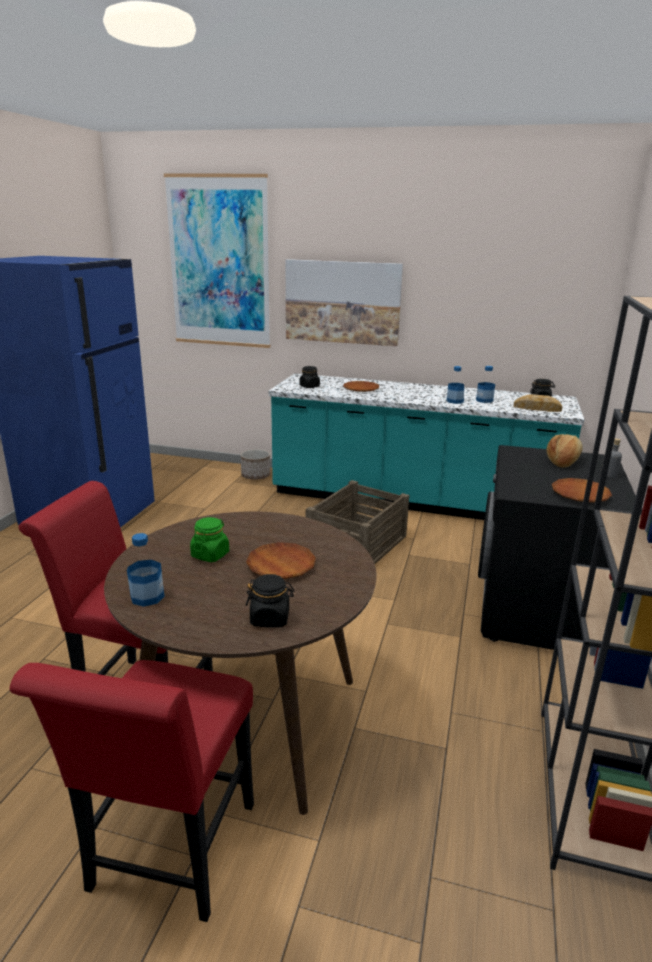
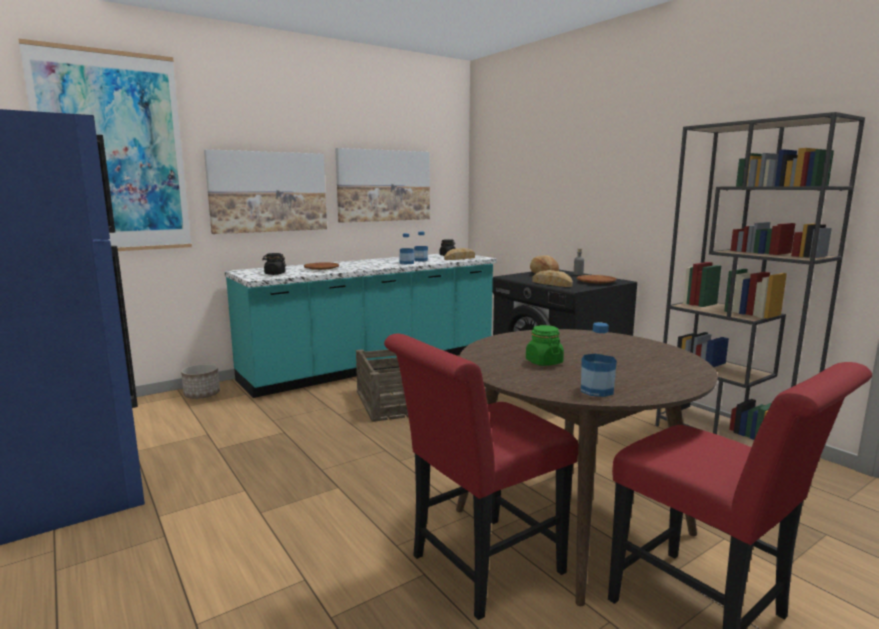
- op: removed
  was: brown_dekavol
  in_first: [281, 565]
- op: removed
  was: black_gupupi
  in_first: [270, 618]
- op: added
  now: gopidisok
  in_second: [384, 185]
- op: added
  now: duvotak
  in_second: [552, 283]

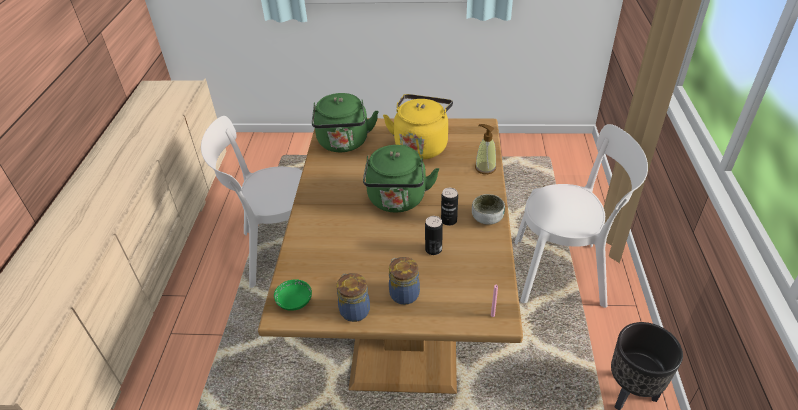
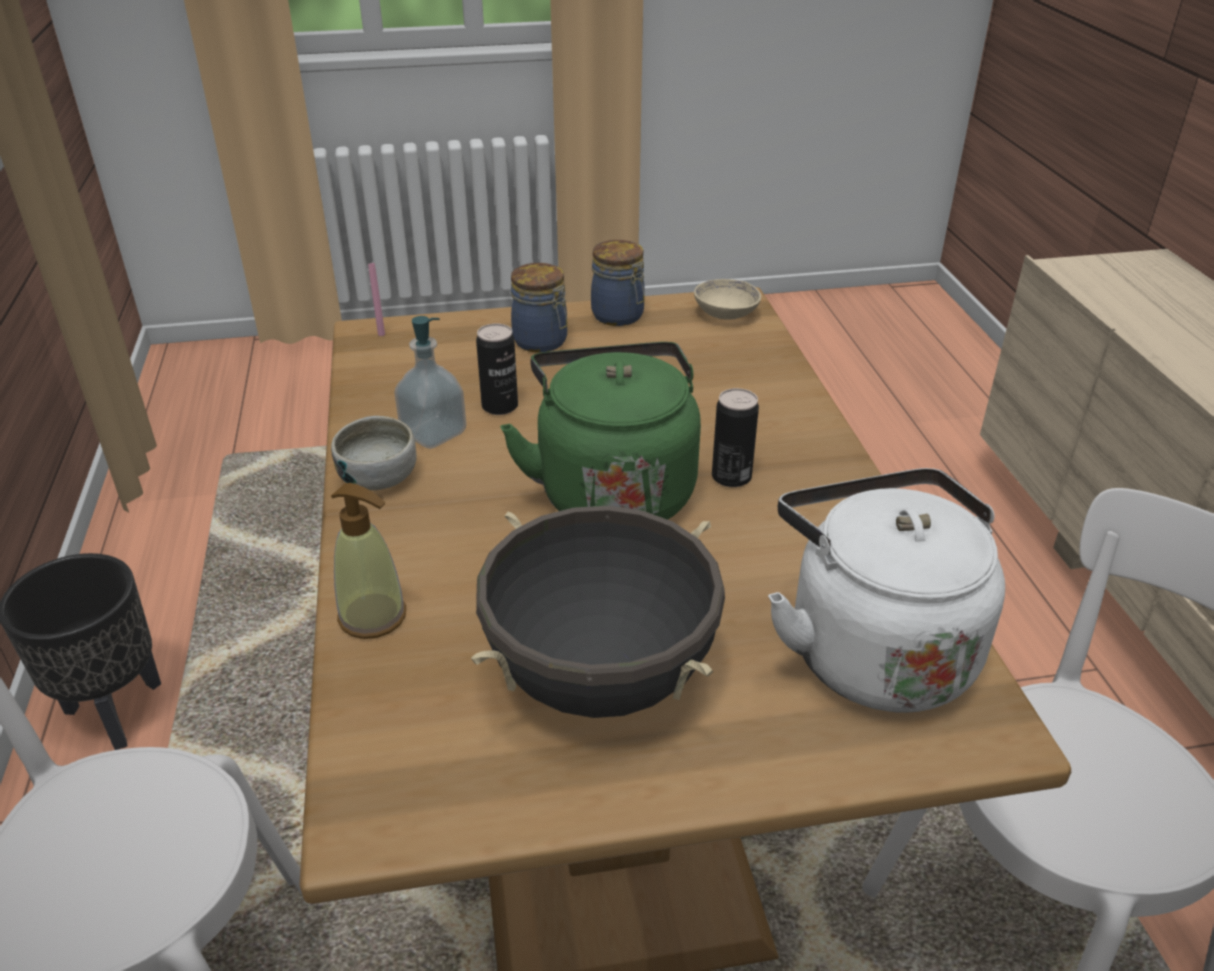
- op: recoloured
  was: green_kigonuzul
  now: beige_kigonuzul
  in_first: [294, 302]
  in_second: [726, 314]
- op: recoloured
  was: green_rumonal
  now: white_rumonal
  in_first: [343, 143]
  in_second: [872, 648]
- op: replaced
  was: yellow_rumonal
  now: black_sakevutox
  in_first: [421, 145]
  in_second: [599, 678]
- op: moved
  was: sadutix
  in_first: [449, 220]
  in_second: [731, 477]
- op: added
  now: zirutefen
  in_second: [433, 433]

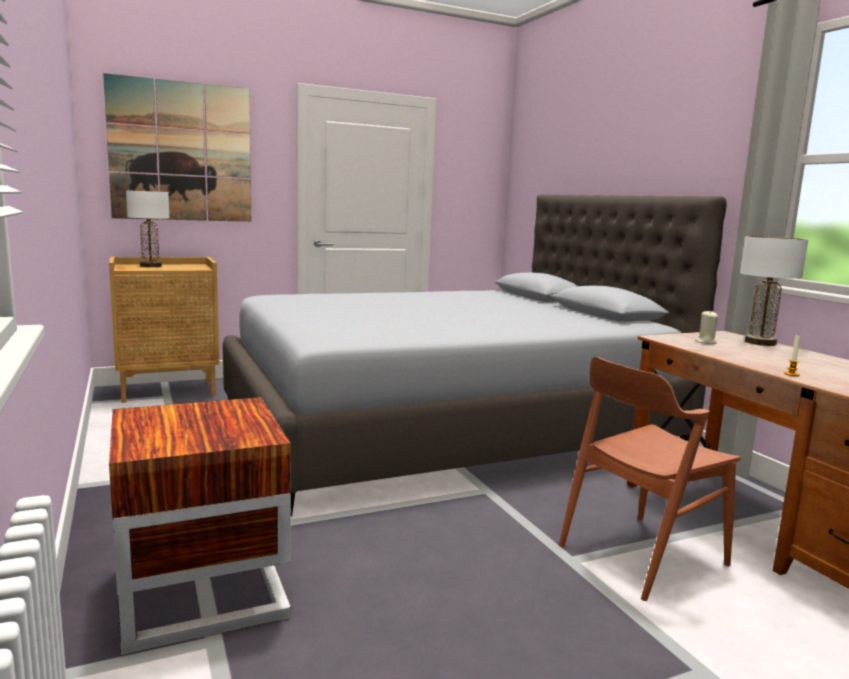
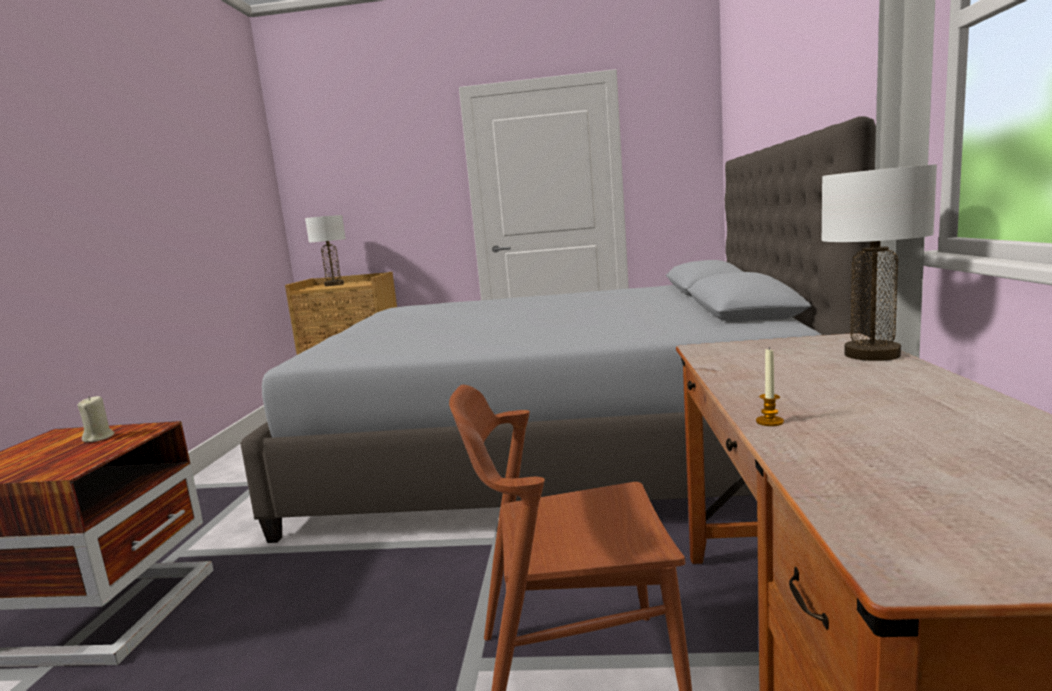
- op: removed
  was: gopidisok
  in_first: [181, 152]
- op: moved
  was: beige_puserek
  in_first: [705, 342]
  in_second: [99, 438]

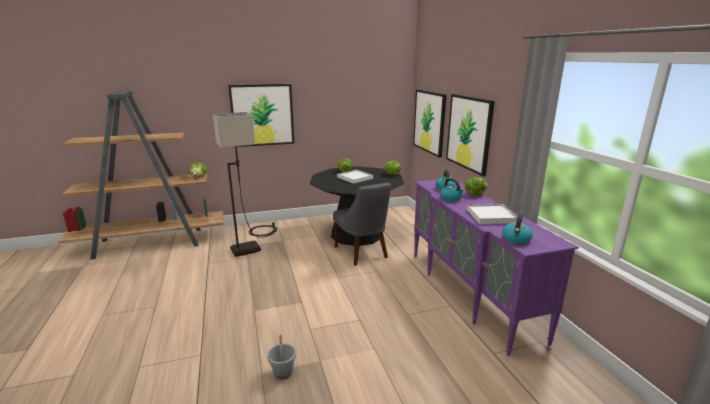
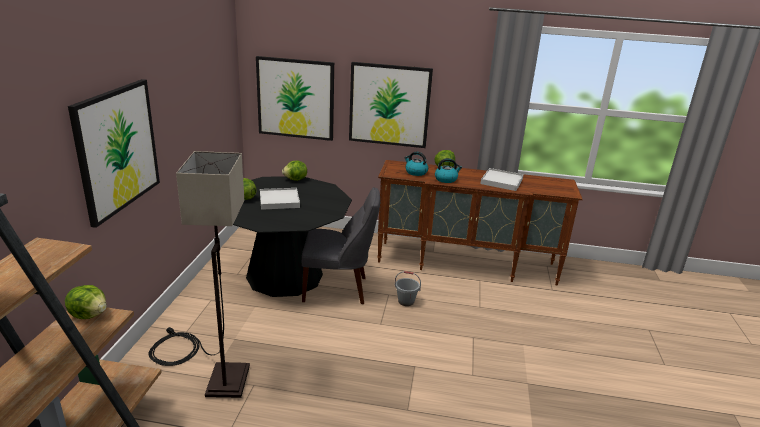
- op: moved
  was: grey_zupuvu
  in_first: [283, 372]
  in_second: [406, 301]
- op: recoloured
  was: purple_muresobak
  now: brown_muresobak
  in_first: [469, 293]
  in_second: [466, 263]
- op: removed
  was: rumonal
  in_first: [516, 239]

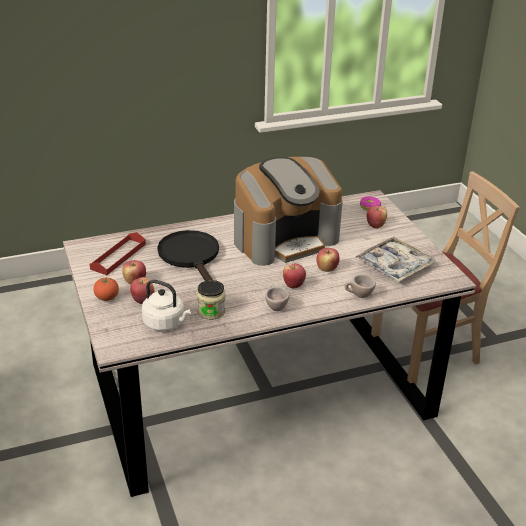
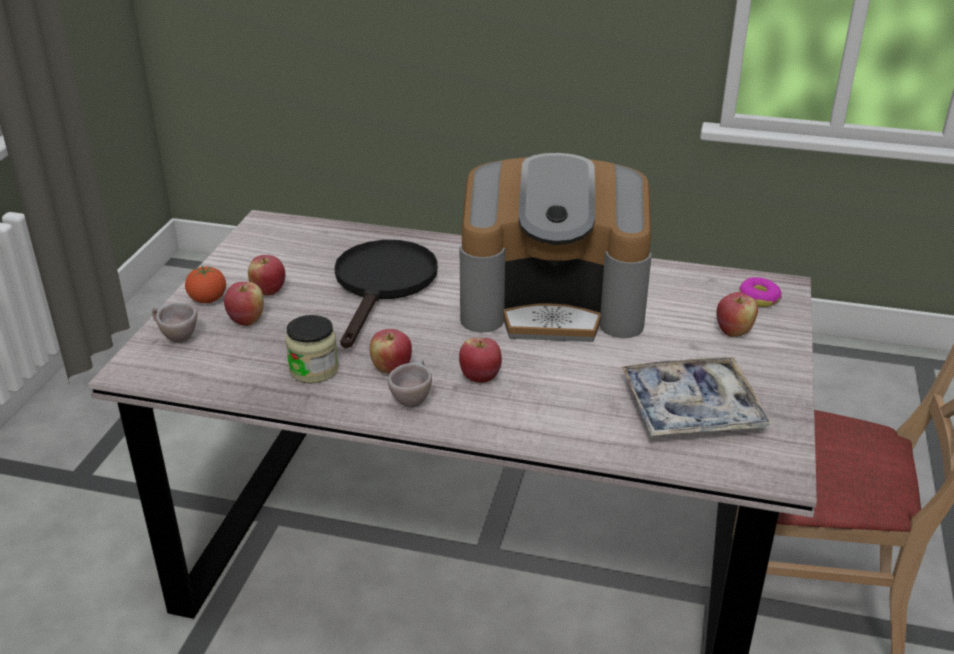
- op: removed
  was: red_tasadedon
  in_first: [118, 256]
- op: removed
  was: white_rumonal
  in_first: [166, 323]
- op: moved
  was: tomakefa
  in_first: [327, 269]
  in_second: [391, 369]
- op: moved
  was: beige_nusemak
  in_first: [358, 296]
  in_second: [175, 338]

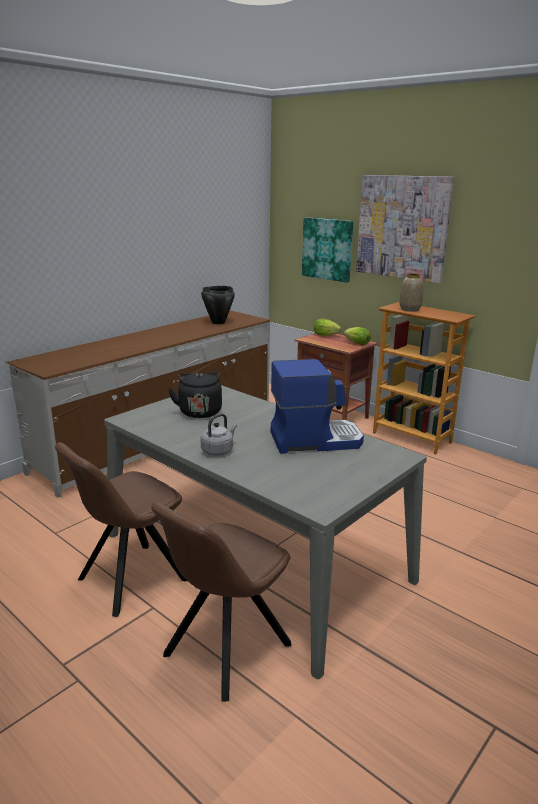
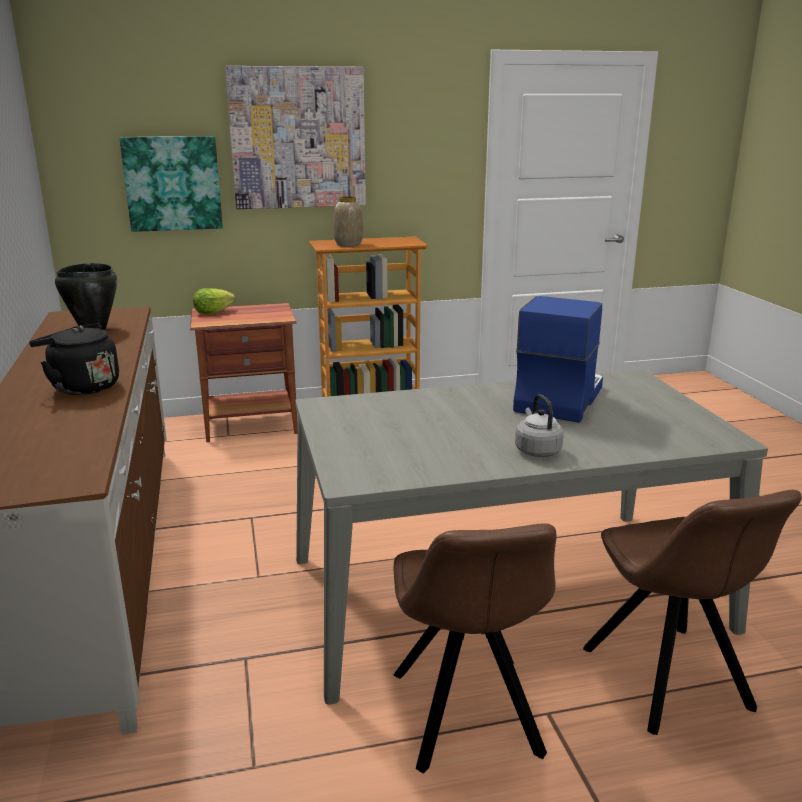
- op: moved
  was: black_rumonal
  in_first: [199, 411]
  in_second: [82, 387]
- op: removed
  was: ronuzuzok
  in_first: [357, 344]

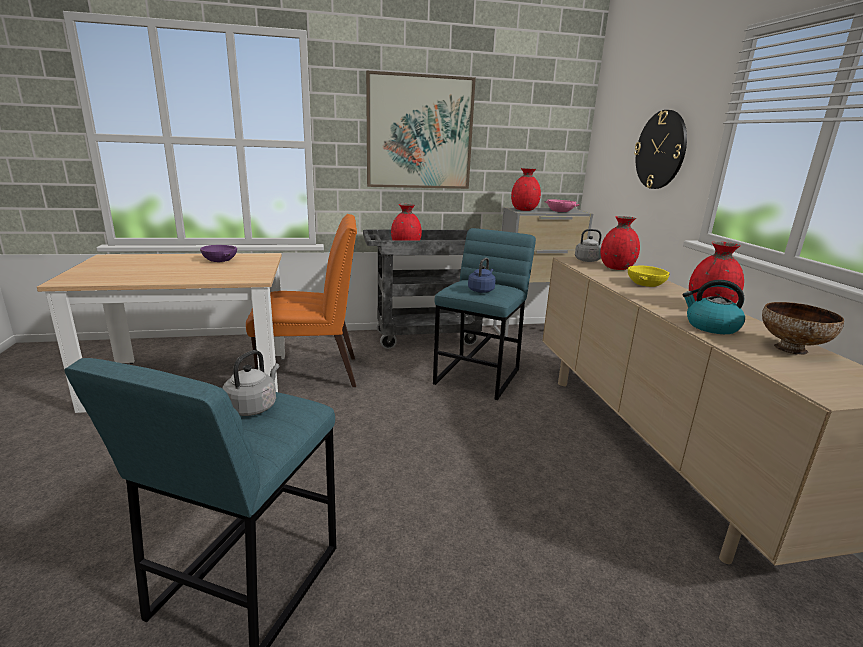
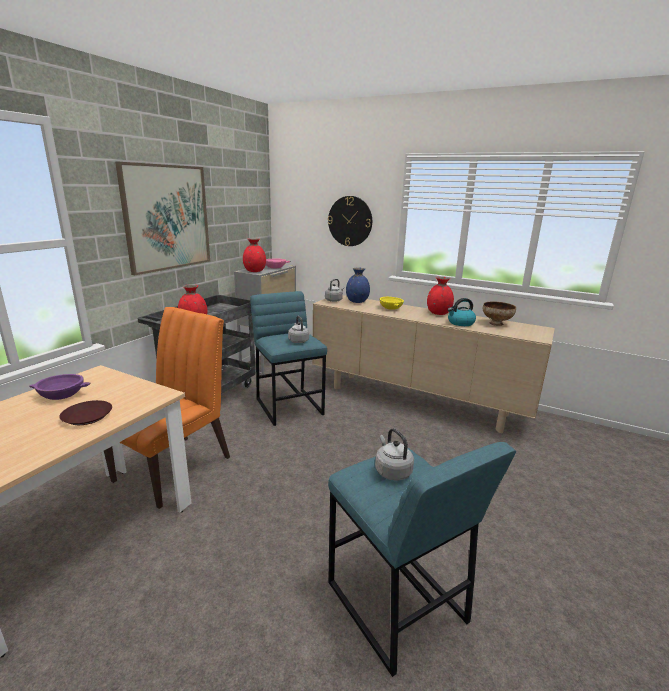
- op: recoloured
  was: blue_rumonal
  now: grey_rumonal
  in_first: [481, 290]
  in_second: [298, 340]
- op: recoloured
  was: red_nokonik
  now: blue_nokonik
  in_first: [616, 268]
  in_second: [357, 301]
- op: added
  now: brown_dekavol
  in_second: [88, 416]

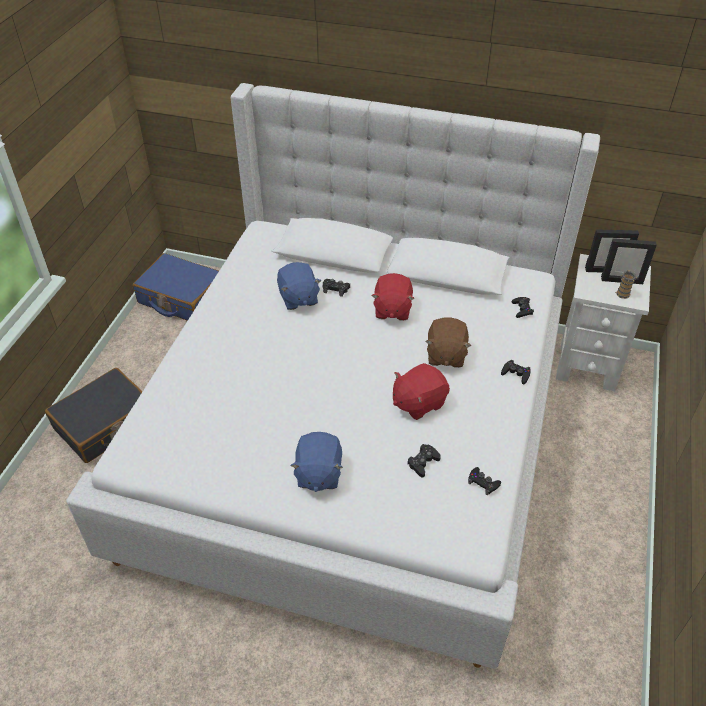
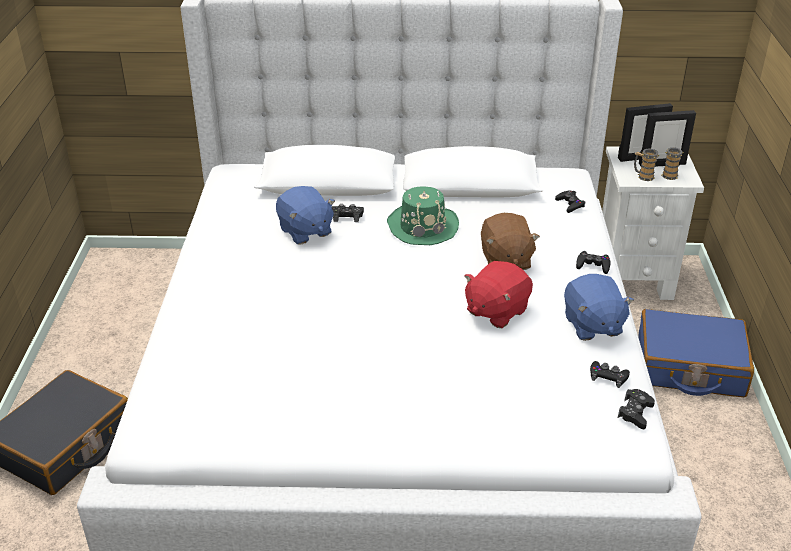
- op: moved
  was: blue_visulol
  in_first: [181, 297]
  in_second: [689, 367]
- op: moved
  was: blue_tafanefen
  in_first: [318, 473]
  in_second: [592, 325]
- op: replaced
  was: red_tafanefen
  now: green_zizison
  in_first: [392, 309]
  in_second: [422, 226]
- op: moved
  was: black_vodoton
  in_first: [423, 462]
  in_second: [635, 413]
- op: added
  now: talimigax
  in_second: [643, 176]

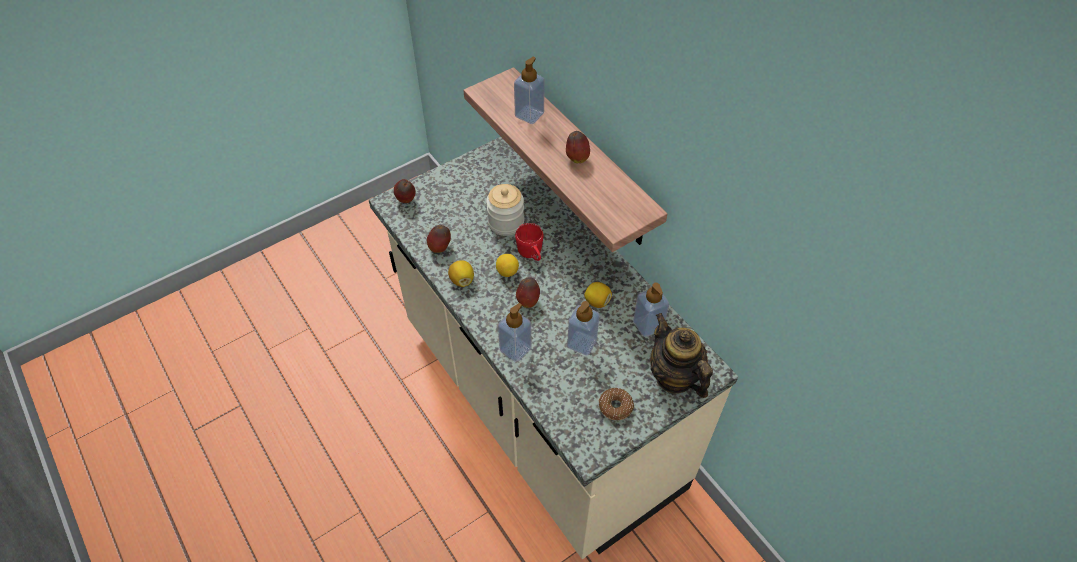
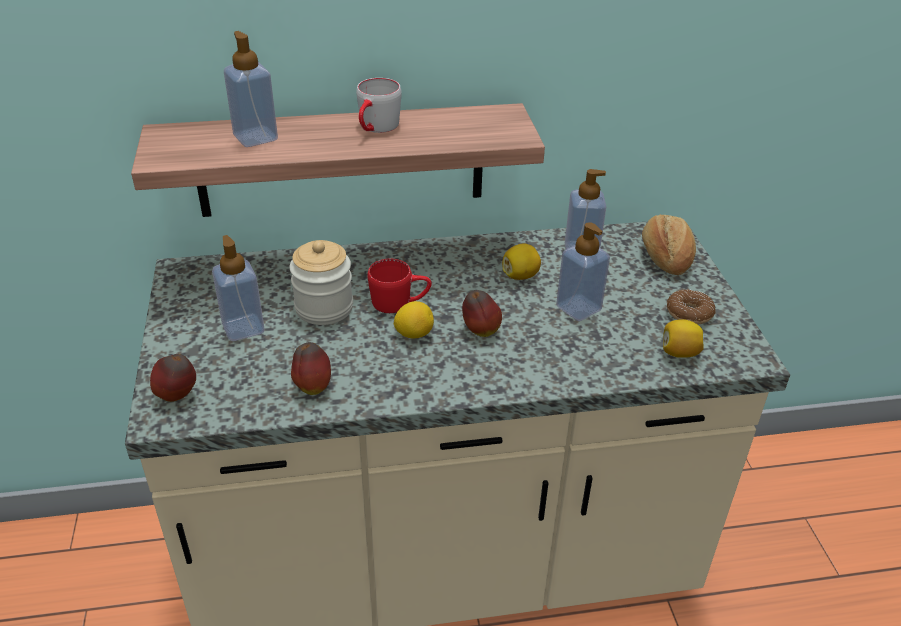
- op: moved
  was: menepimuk
  in_first: [462, 280]
  in_second: [679, 352]
- op: moved
  was: zirutefen
  in_first: [515, 349]
  in_second: [243, 328]
- op: replaced
  was: tomakefa
  now: grey_talimigax
  in_first: [577, 158]
  in_second: [376, 128]
- op: replaced
  was: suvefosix
  now: duvotak
  in_first: [674, 376]
  in_second: [665, 257]

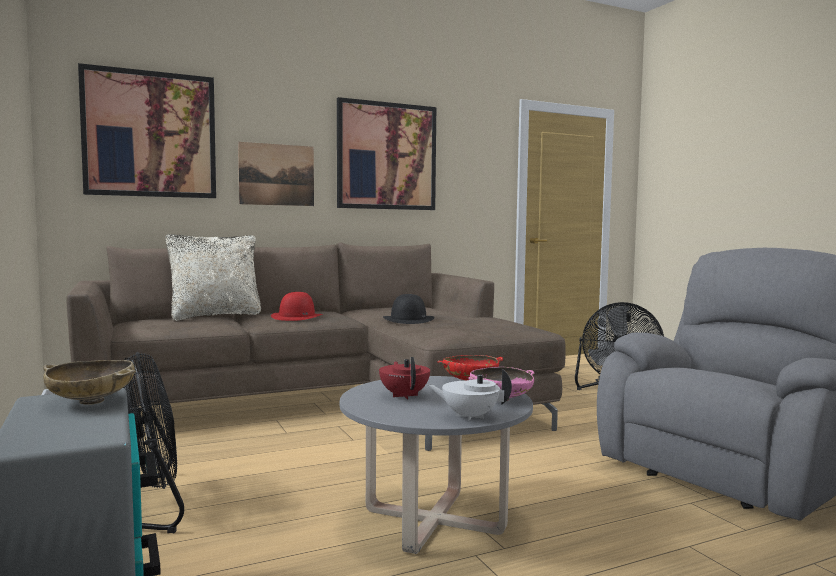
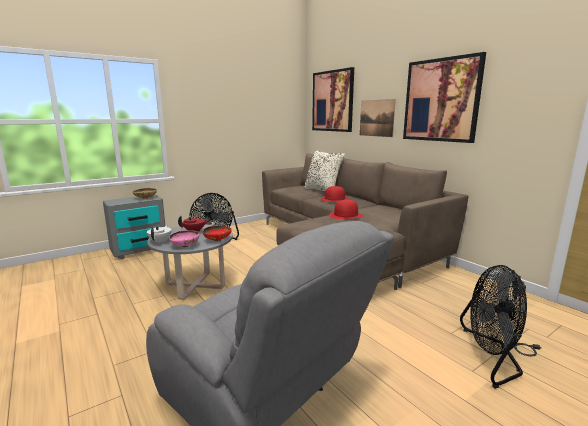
- op: recoloured
  was: black_zizison
  now: red_zizison
  in_first: [408, 319]
  in_second: [345, 215]

